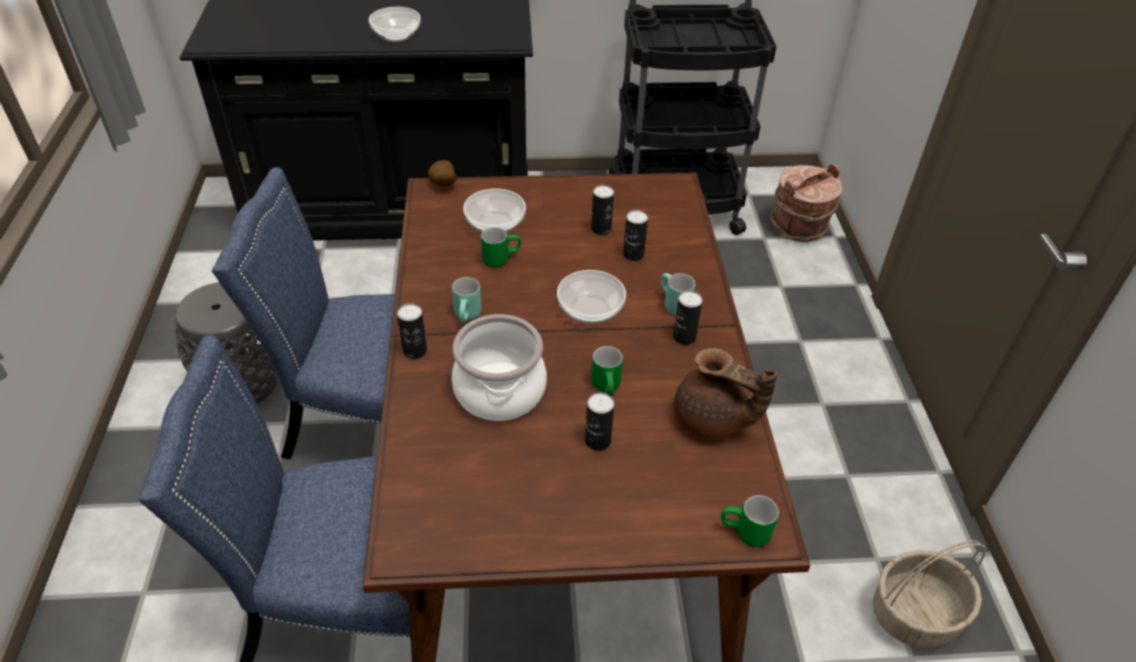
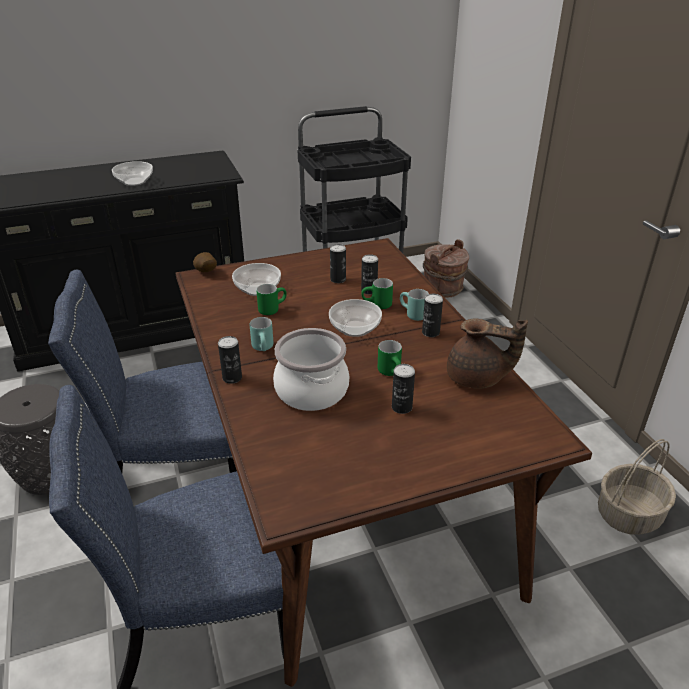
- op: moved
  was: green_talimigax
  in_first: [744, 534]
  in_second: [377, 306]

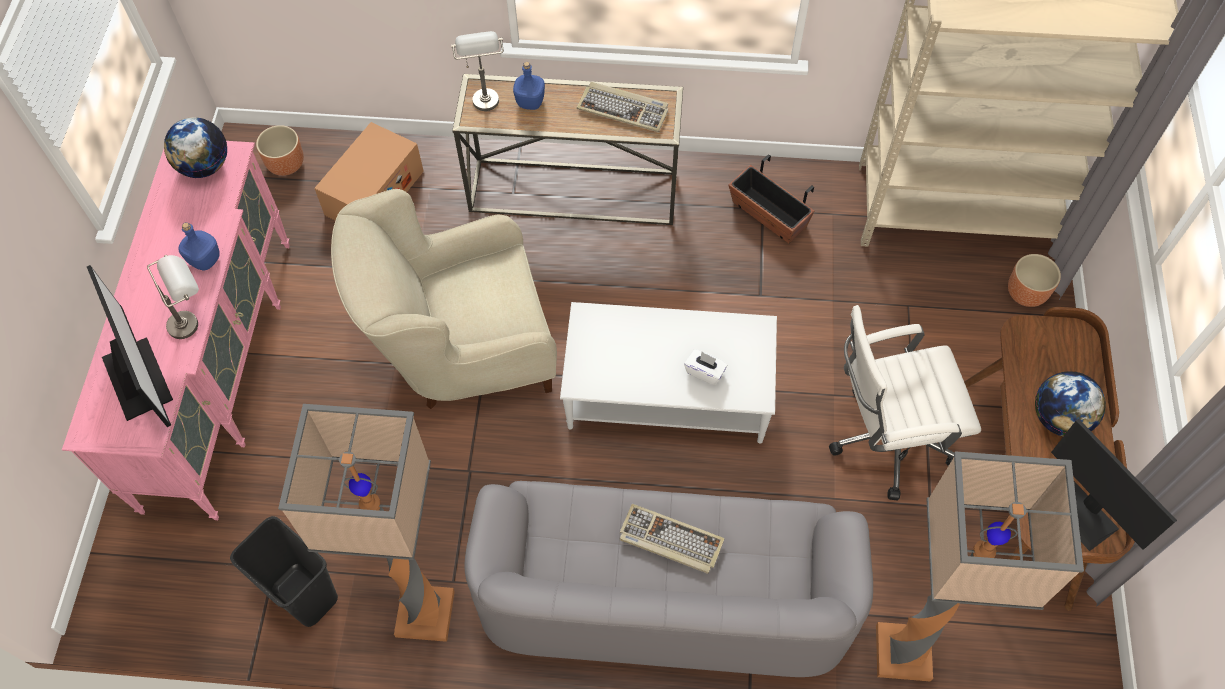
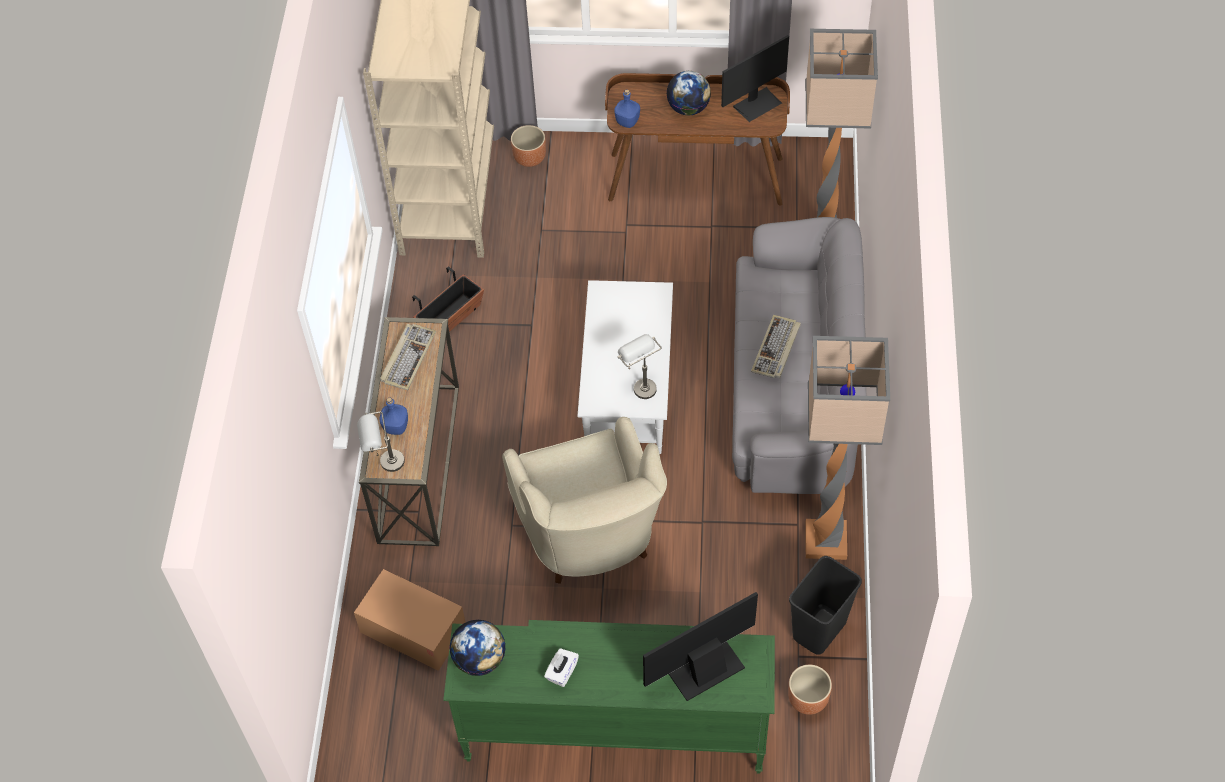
- op: recoloured
  was: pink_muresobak
  now: green_muresobak
  in_first: [222, 371]
  in_second: [614, 732]
- op: moved
  was: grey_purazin
  in_first: [192, 320]
  in_second: [639, 384]
- op: moved
  was: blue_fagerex
  in_first: [204, 260]
  in_second: [627, 122]
- op: moved
  was: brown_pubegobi
  in_first: [285, 164]
  in_second: [807, 700]
- op: moved
  was: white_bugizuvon
  in_first: [705, 372]
  in_second: [562, 672]
- op: removed
  was: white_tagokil
  in_first: [885, 441]

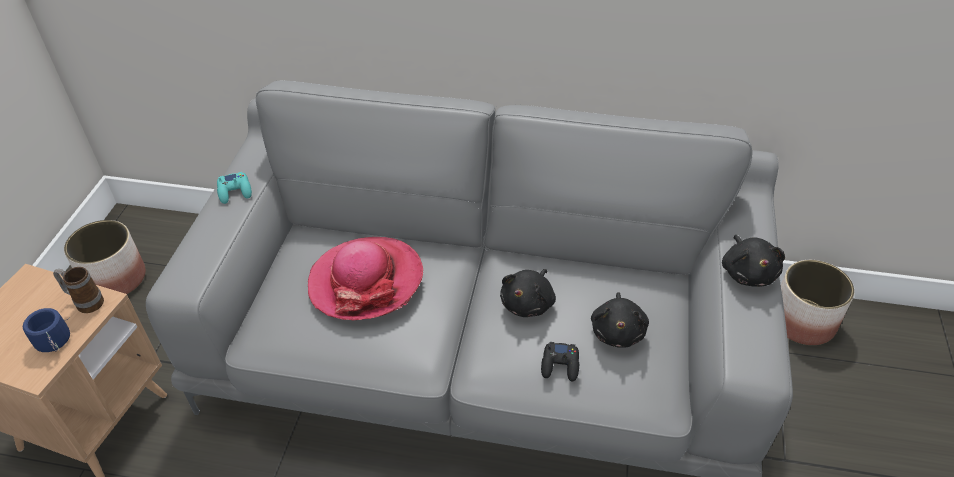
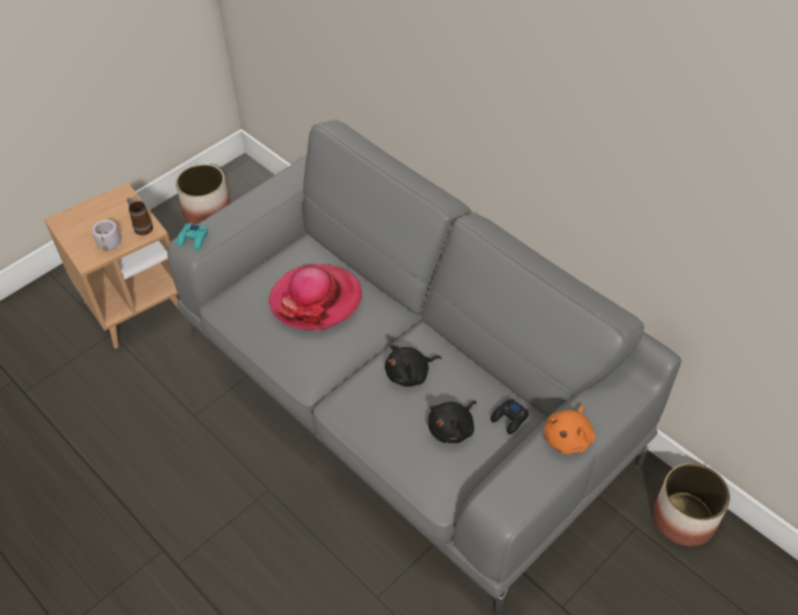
- op: recoloured
  was: blue_talimigax
  now: grey_talimigax
  in_first: [56, 342]
  in_second: [110, 245]
- op: moved
  was: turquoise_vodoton
  in_first: [235, 191]
  in_second: [193, 239]
- op: moved
  was: black_vodoton
  in_first: [560, 365]
  in_second: [509, 419]
- op: recoloured
  was: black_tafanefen
  now: orange_tafanefen
  in_first: [748, 272]
  in_second: [568, 438]

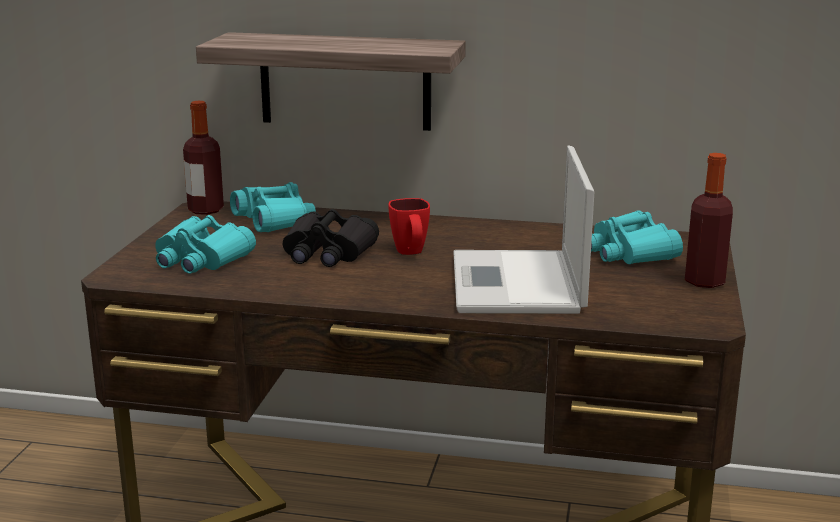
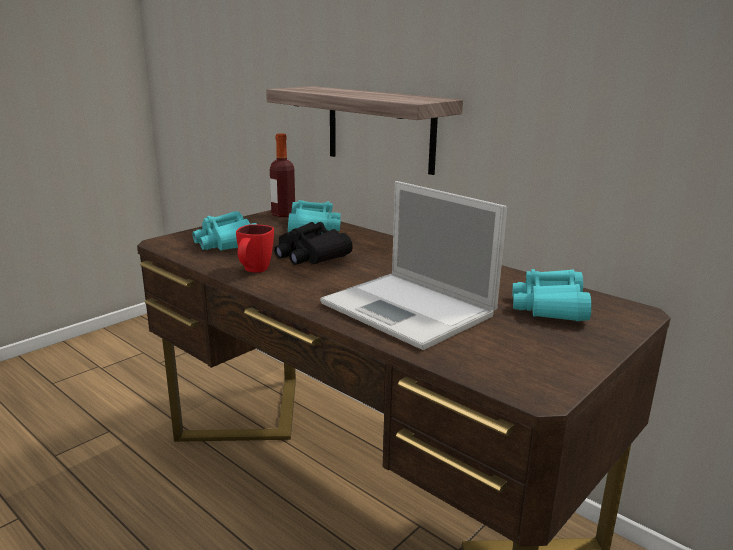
- op: moved
  was: red_talimigax
  in_first: [411, 253]
  in_second: [254, 271]
- op: turned
  was: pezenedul
  in_first: [517, 285]
  in_second: [410, 310]
  clockwise: -75
- op: removed
  was: fagerex
  in_first: [704, 281]

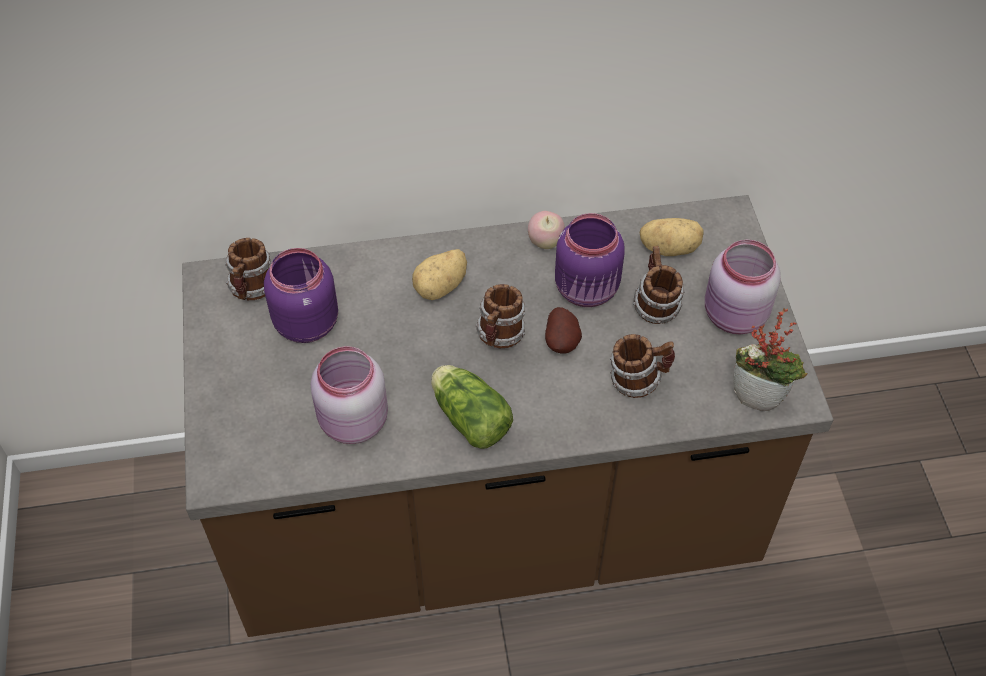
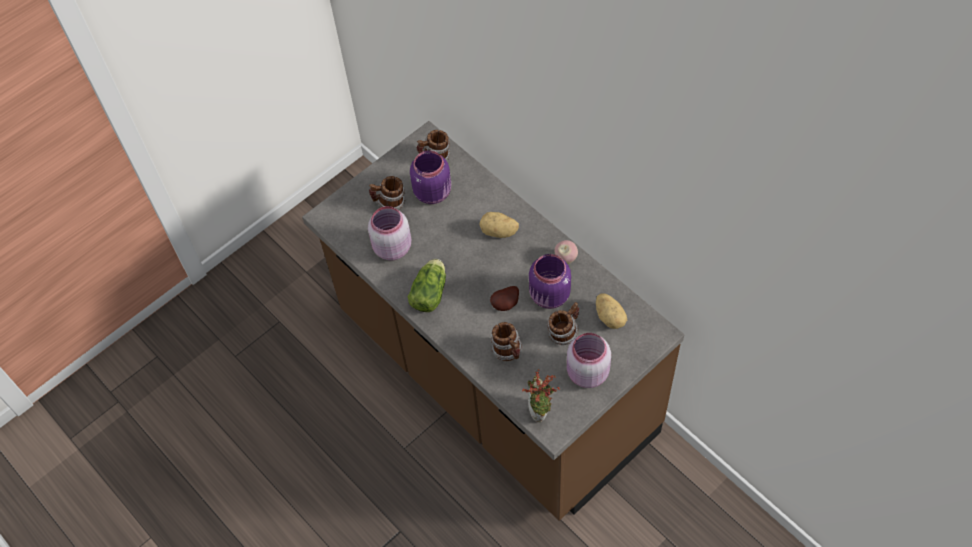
- op: moved
  was: talimigax
  in_first: [500, 336]
  in_second: [389, 203]

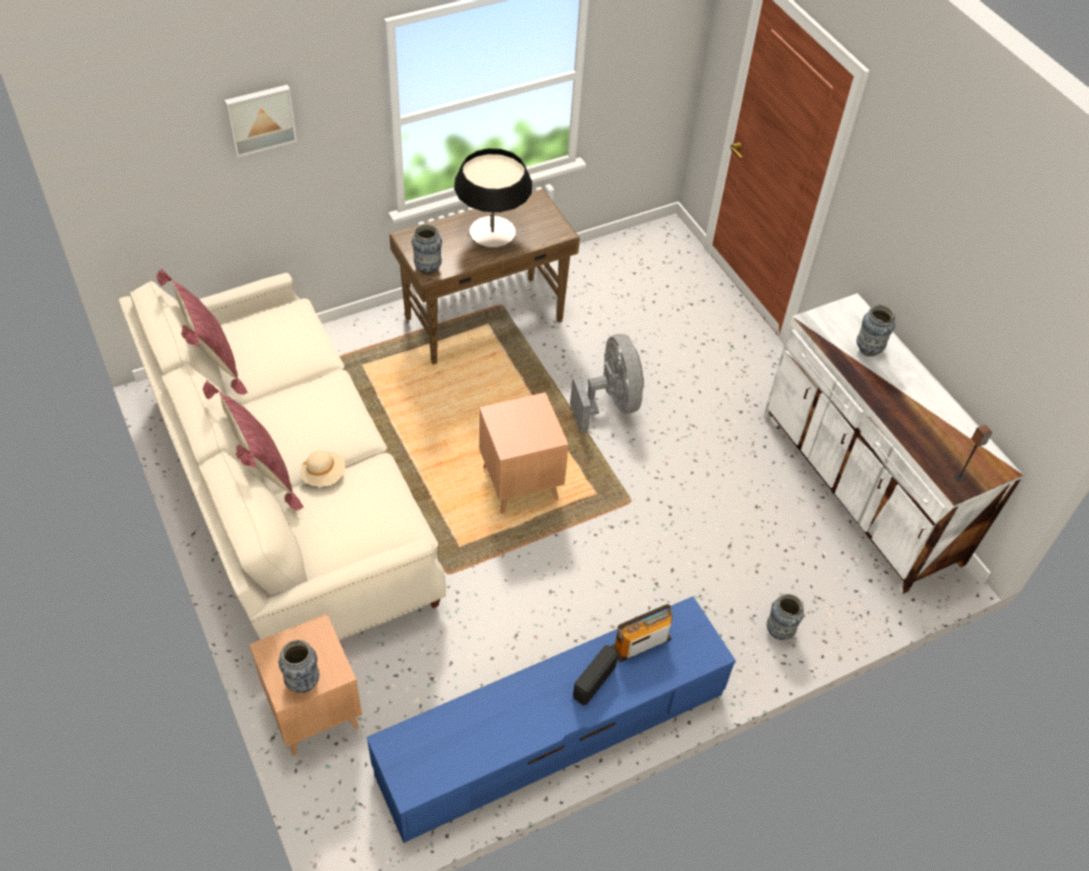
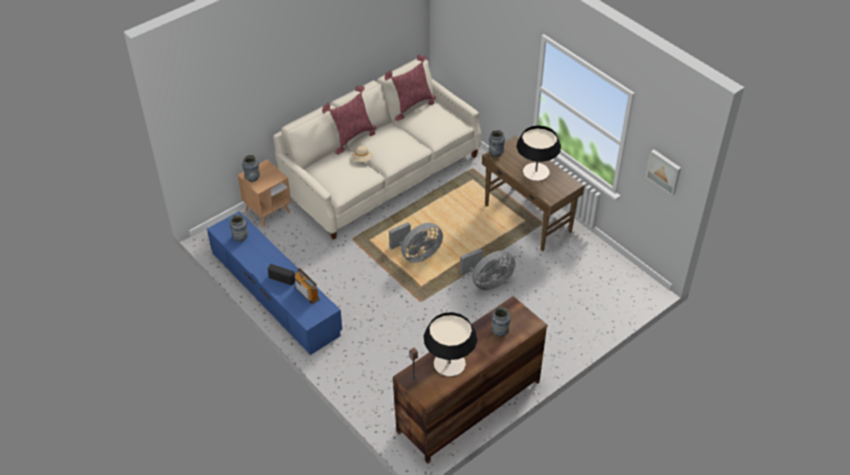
- op: moved
  was: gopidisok
  in_first: [260, 119]
  in_second: [664, 171]
- op: replaced
  was: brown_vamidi
  now: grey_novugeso
  in_first: [520, 483]
  in_second: [417, 255]
- op: recoloured
  was: white_muresobak
  now: brown_muresobak
  in_first: [859, 489]
  in_second: [467, 406]
- op: moved
  was: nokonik
  in_first: [779, 631]
  in_second: [240, 238]
- op: added
  now: purazin
  in_second: [449, 364]

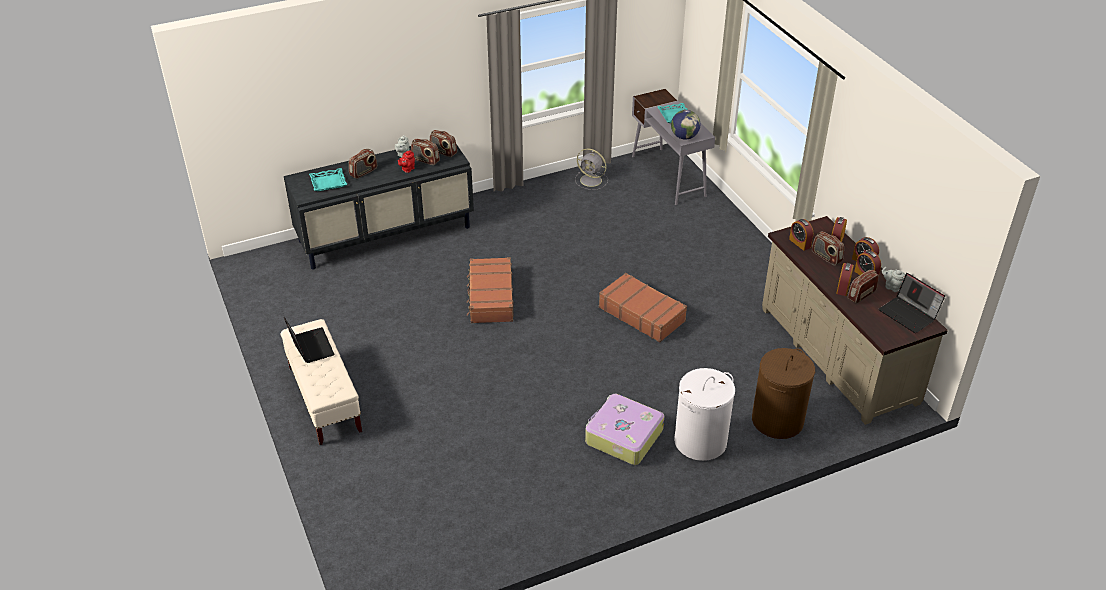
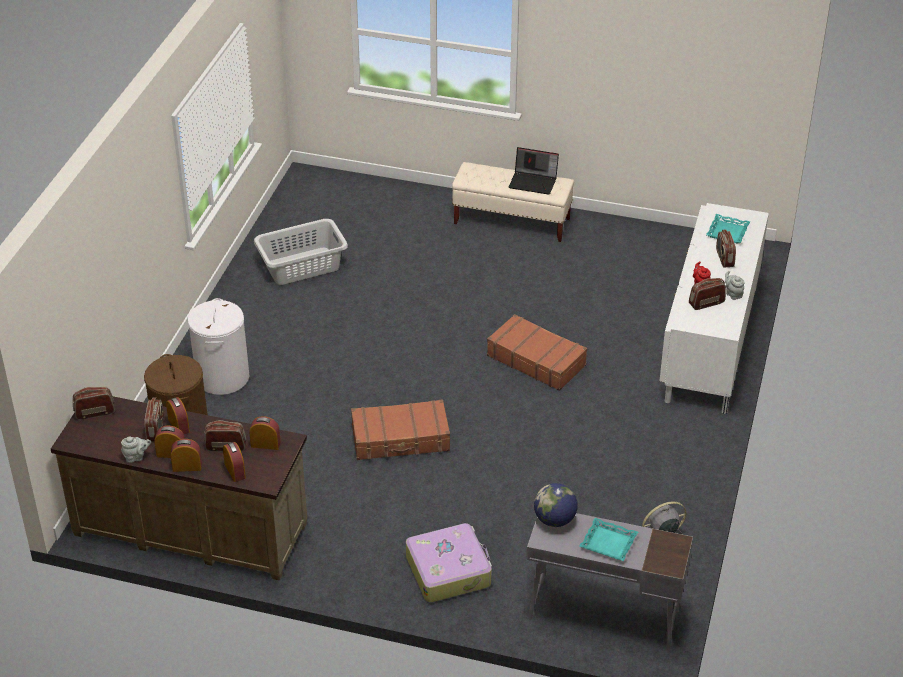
- op: recoloured
  was: black_muresobak
  now: white_muresobak
  in_first: [386, 235]
  in_second: [709, 342]
- op: moved
  was: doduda
  in_first: [443, 152]
  in_second: [95, 412]
- op: moved
  was: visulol
  in_first: [623, 436]
  in_second: [449, 570]
- op: removed
  was: pezenedul
  in_first: [909, 314]
- op: added
  now: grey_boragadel
  in_second: [303, 266]

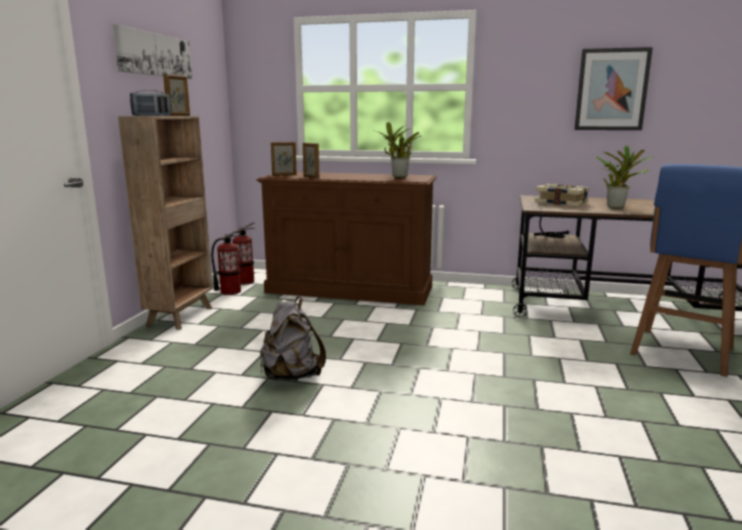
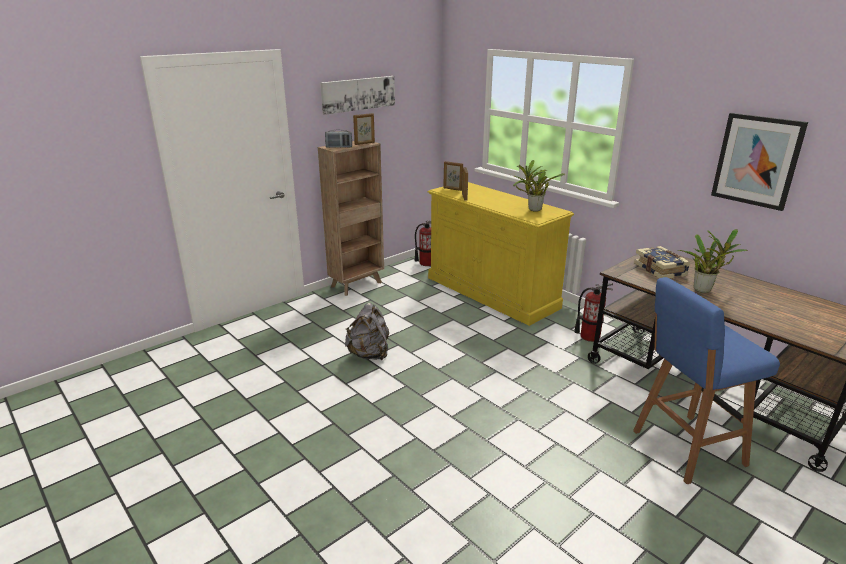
- op: moved
  was: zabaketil
  in_first: [230, 291]
  in_second: [589, 336]
- op: recoloured
  was: brown_muresobak
  now: yellow_muresobak
  in_first: [350, 290]
  in_second: [491, 293]

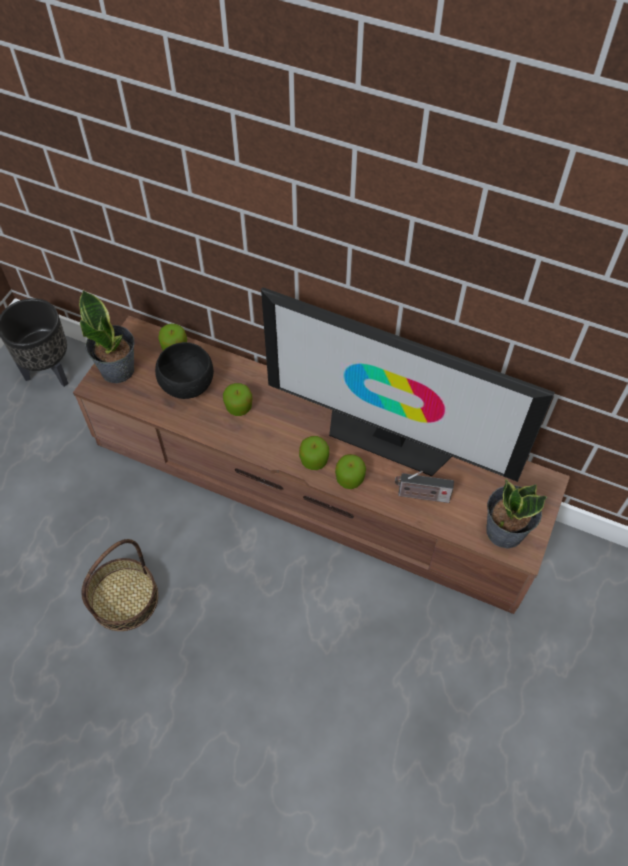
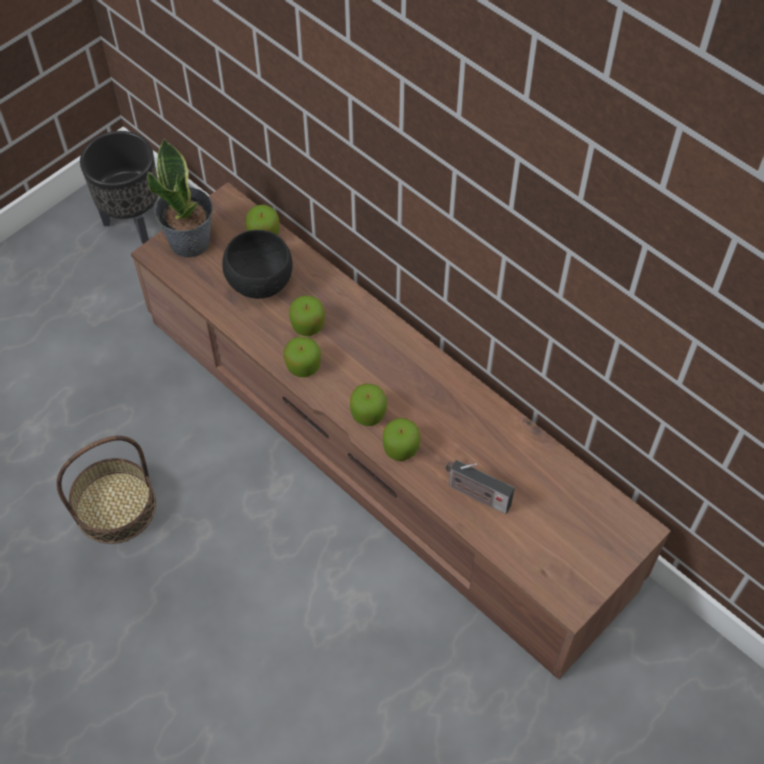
- op: removed
  was: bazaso
  in_first: [389, 437]
- op: removed
  was: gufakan
  in_first: [504, 530]
- op: added
  now: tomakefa
  in_second: [303, 365]

